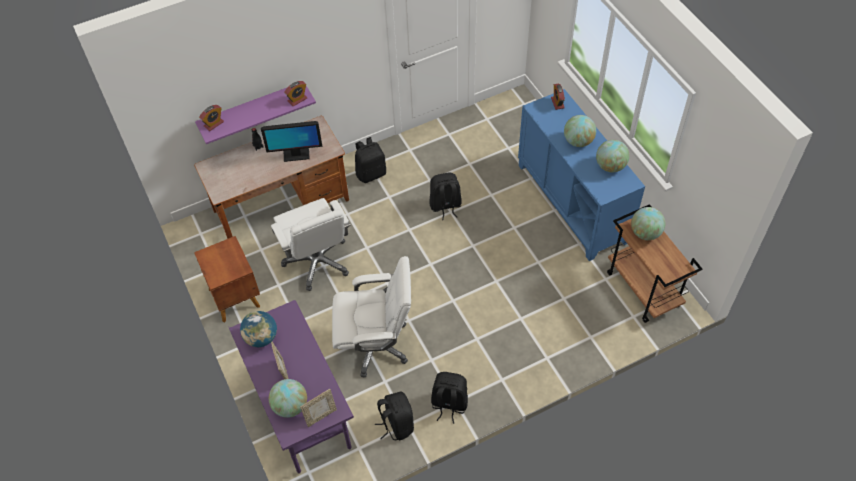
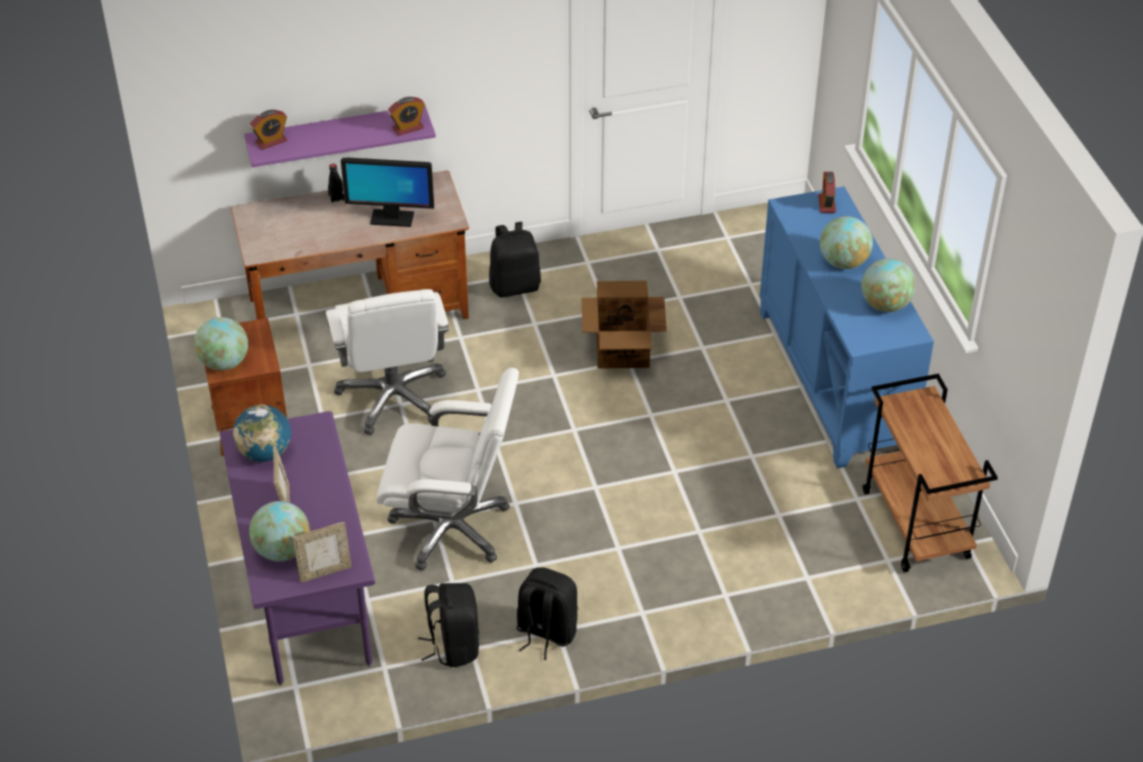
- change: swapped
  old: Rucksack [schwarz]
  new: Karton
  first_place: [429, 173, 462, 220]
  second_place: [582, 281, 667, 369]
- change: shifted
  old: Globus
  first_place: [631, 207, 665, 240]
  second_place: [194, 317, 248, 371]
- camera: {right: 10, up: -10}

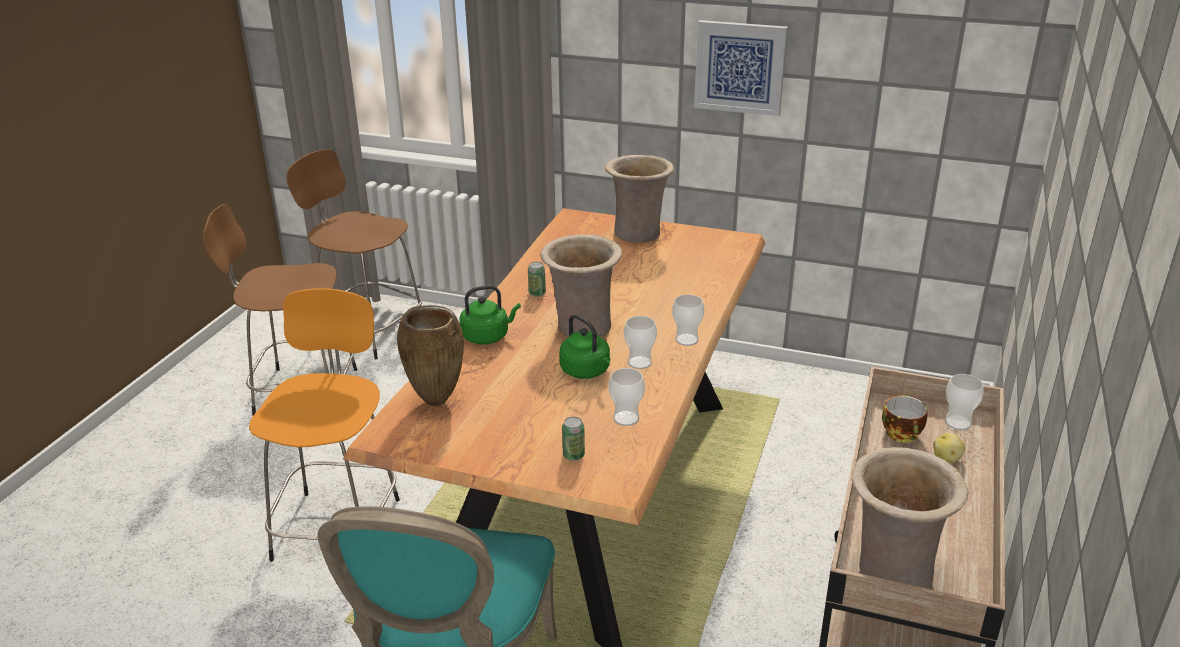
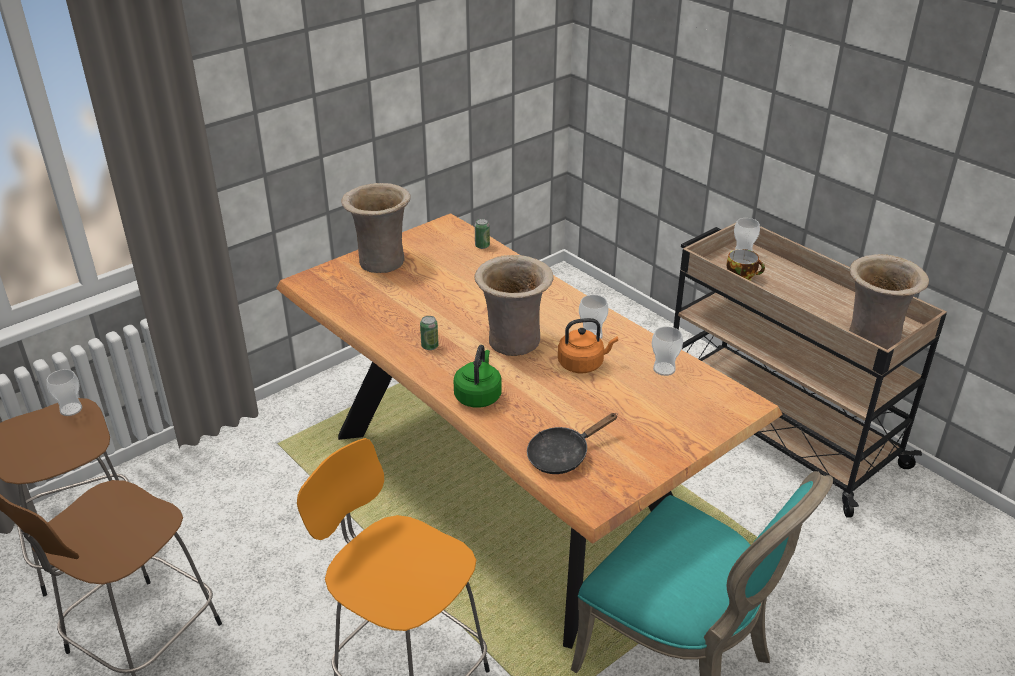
- change: gone
  old: Bild
  first_place: [694, 20, 788, 116]
- change: shifted
  old: Tasse
  first_place: [672, 294, 704, 346]
  second_place: [47, 369, 82, 416]
- change: swapped
  old: Vase [braun]
  new: Pfanne [schwarz]
  first_place: [397, 305, 464, 406]
  second_place: [527, 413, 618, 474]
- change: repainted
  old: Wasserkessel [grün]
  new: Wasserkessel [orange]
  first_place: [559, 314, 610, 379]
  second_place: [558, 318, 618, 373]
- change: shifted
  old: Dose
  first_place: [562, 417, 585, 461]
  second_place: [475, 218, 490, 249]
- change: gone
  old: Kartoffel
  first_place: [933, 433, 966, 463]
- camera: {right: -60, up: 5}

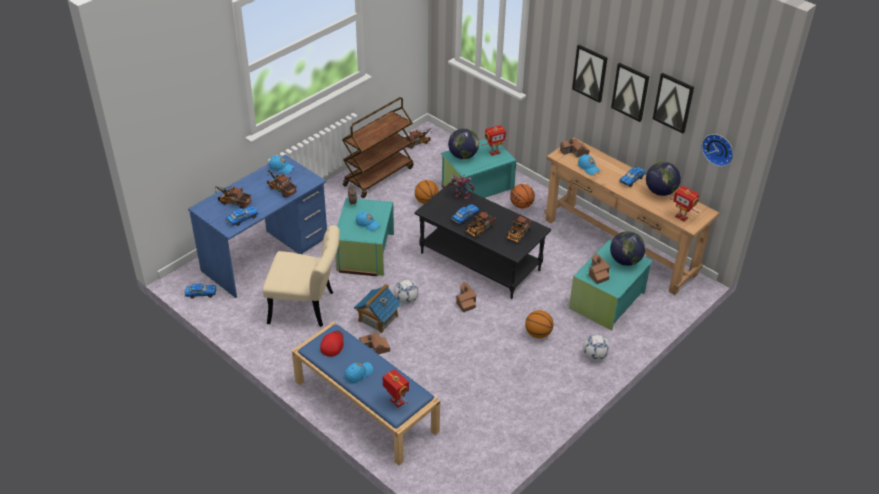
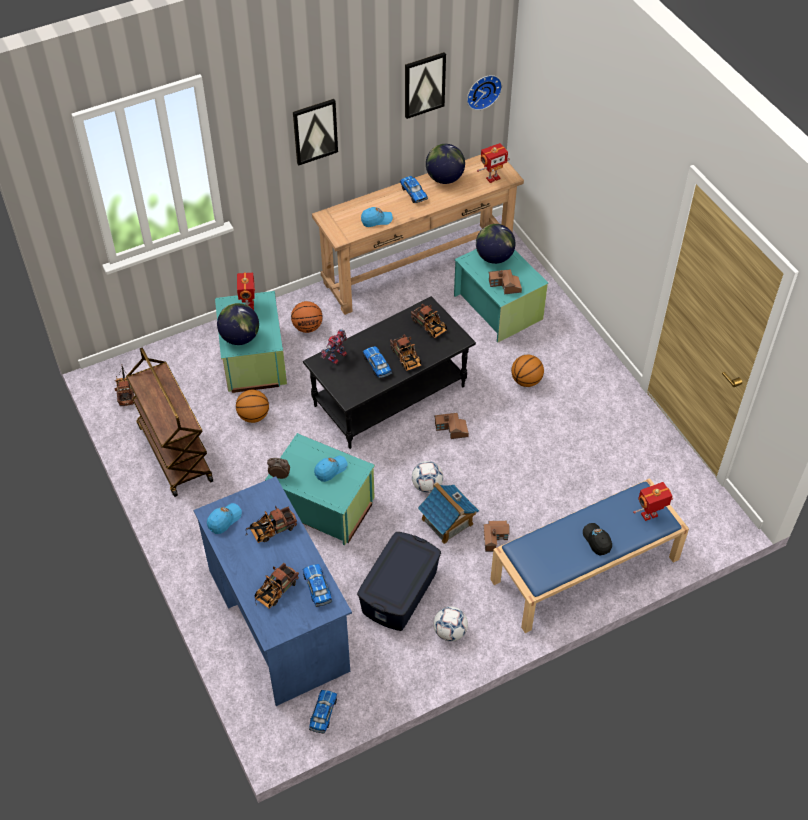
- change: gone
  old: Bild
  first_place: [611, 63, 649, 122]
- change: gone
  old: Spielzeughaus
  first_place: [560, 138, 590, 157]
- change: swapped
  old: Stuhl [beige]
  new: Aufbewahrungsbox [blau]
  first_place: [263, 225, 340, 327]
  second_place: [357, 532, 441, 631]
- change: gone
  old: Kappe [rot]
  first_place: [320, 330, 344, 357]
- change: shifted
  old: Fußball
  first_place: [583, 334, 610, 360]
  second_place: [434, 606, 468, 641]
- change: repainted
  old: Kappe [blau]
  new: Kappe [schwarz]
  first_place: [344, 362, 373, 384]
  second_place: [583, 523, 612, 556]
- camera: {right: -70, up: 10}

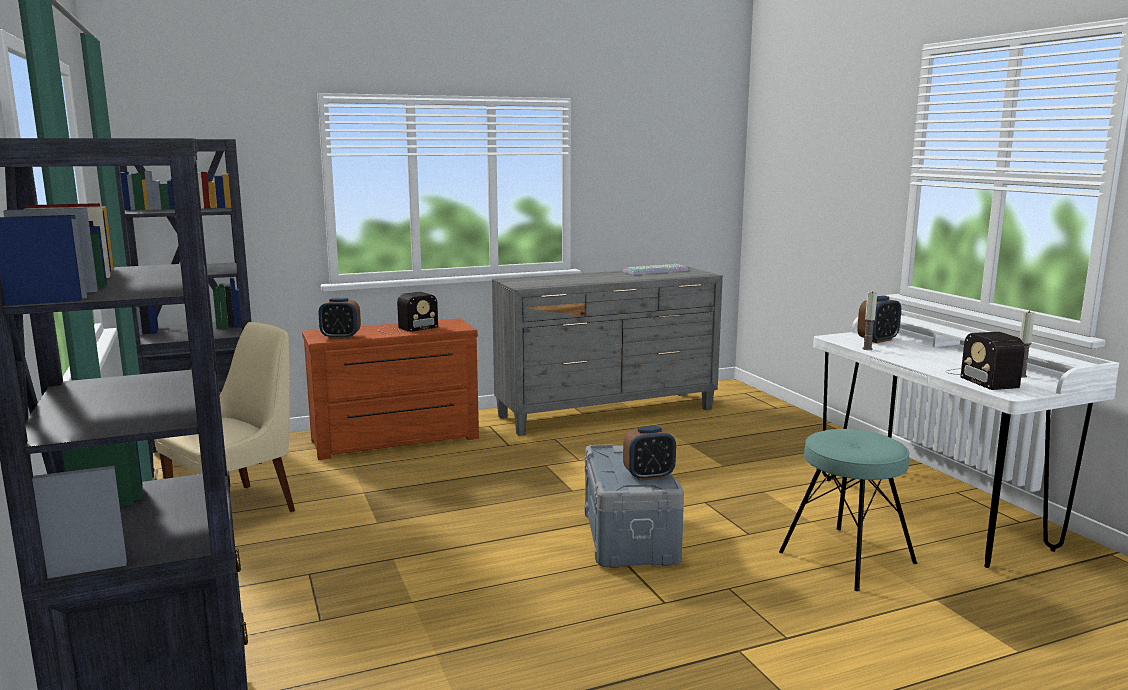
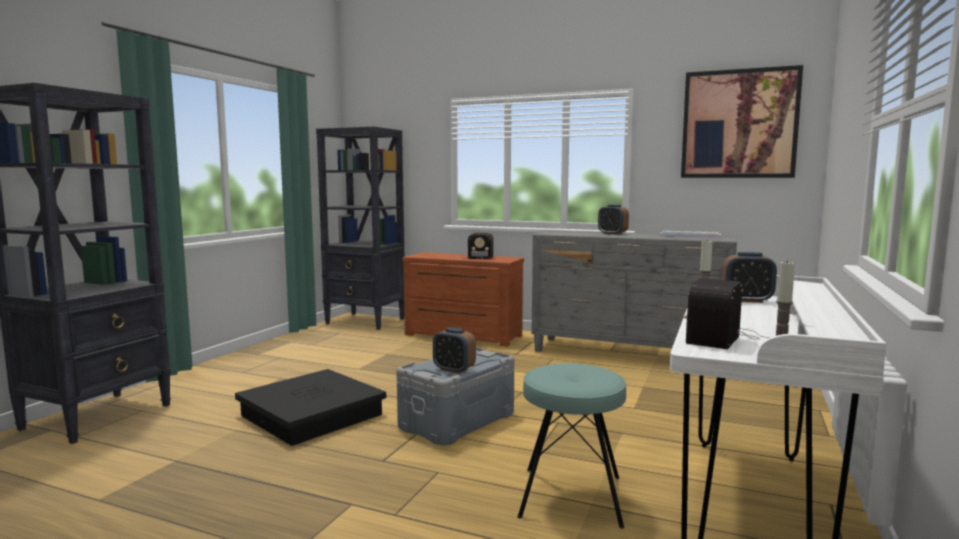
- change: shifted
  old: Wecker
  first_place: [318, 298, 361, 339]
  second_place: [598, 205, 629, 235]
- change: gone
  old: Stuhl [beige]
  first_place: [154, 322, 295, 512]
- change: new
  new: Bild
  second_place: [681, 65, 803, 178]
- change: new
  new: Aufbewahrungsbox [schwarz]
  second_place: [235, 369, 386, 446]
- camera: {right: 45, up: -5}

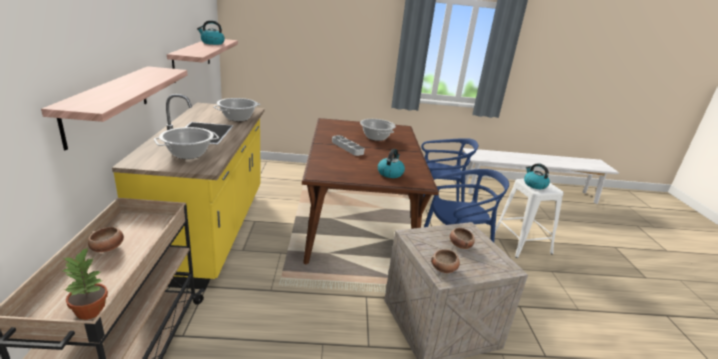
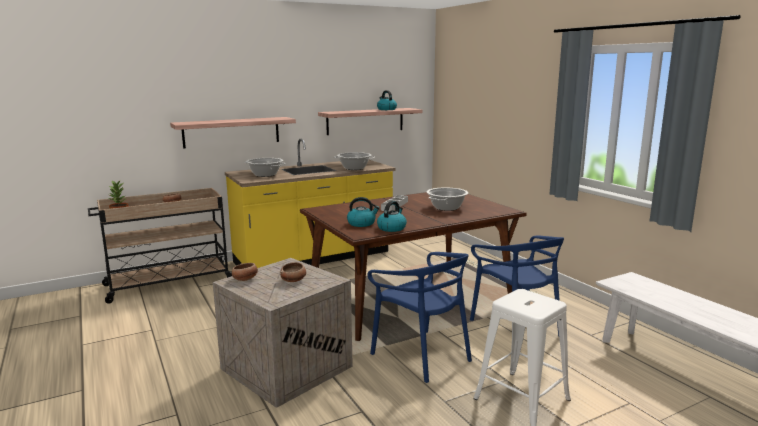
- change: shifted
  old: Wasserkessel
  first_place: [524, 163, 550, 189]
  second_place: [377, 201, 407, 232]
- camera: {right: 65, up: -10}

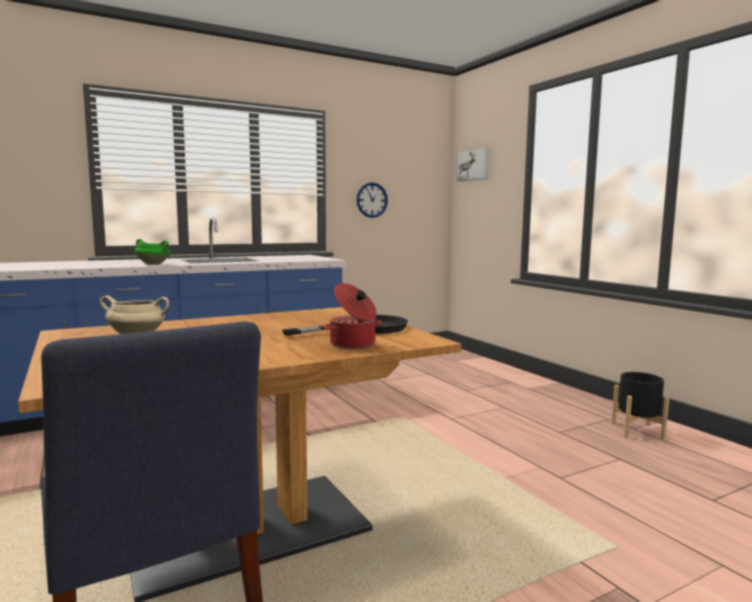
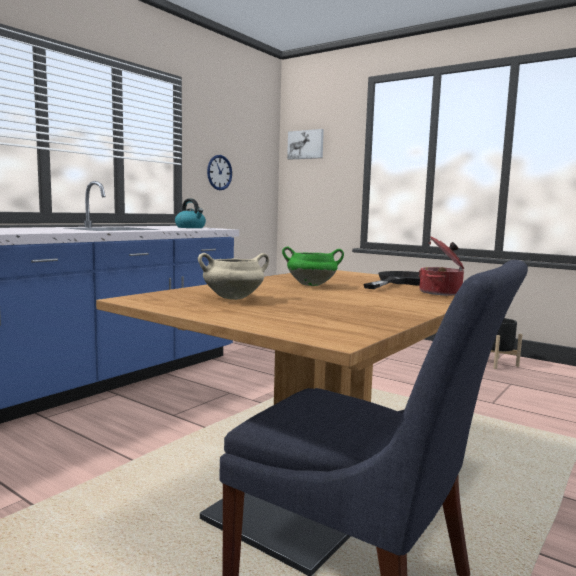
- change: shifted
  old: Kochtopf [grün]
  first_place: [135, 239, 171, 265]
  second_place: [282, 246, 344, 286]
- change: new
  new: Wasserkessel
  second_place: [175, 198, 206, 228]
- camera: {right: -25, up: 0}

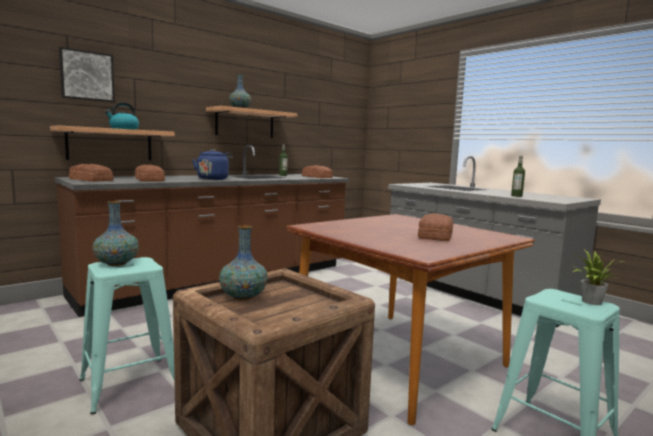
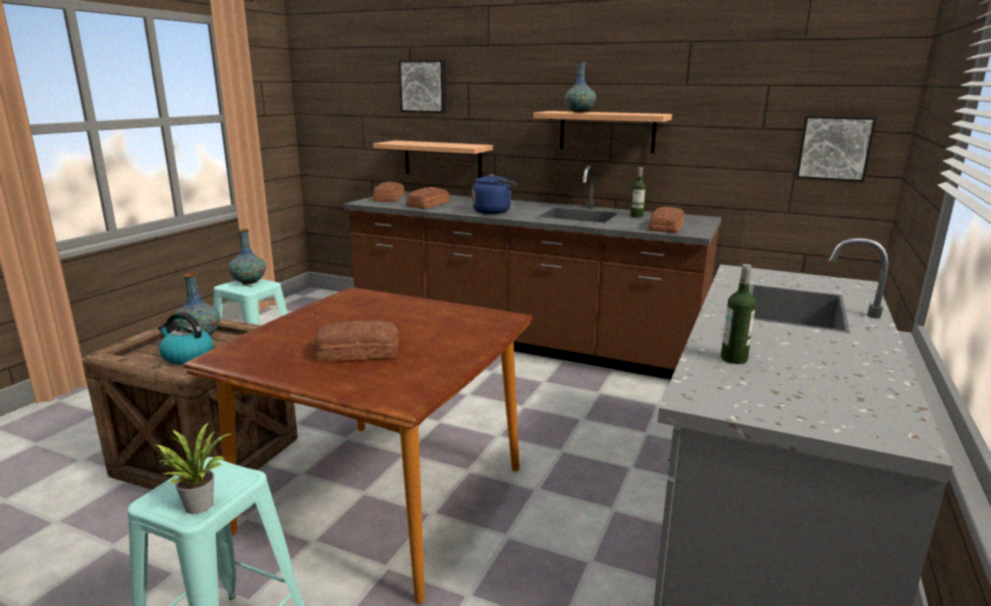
- change: shifted
  old: Wasserkessel
  first_place: [105, 102, 139, 130]
  second_place: [158, 312, 213, 364]
- change: new
  new: Bild
  second_place: [796, 115, 877, 182]
- camera: {right: 65, up: 10}

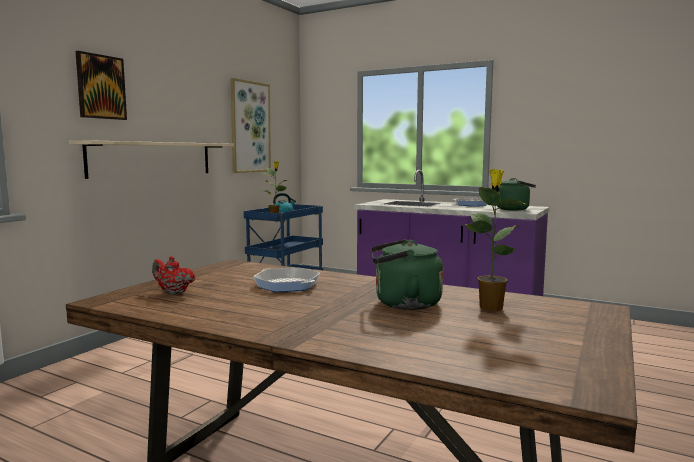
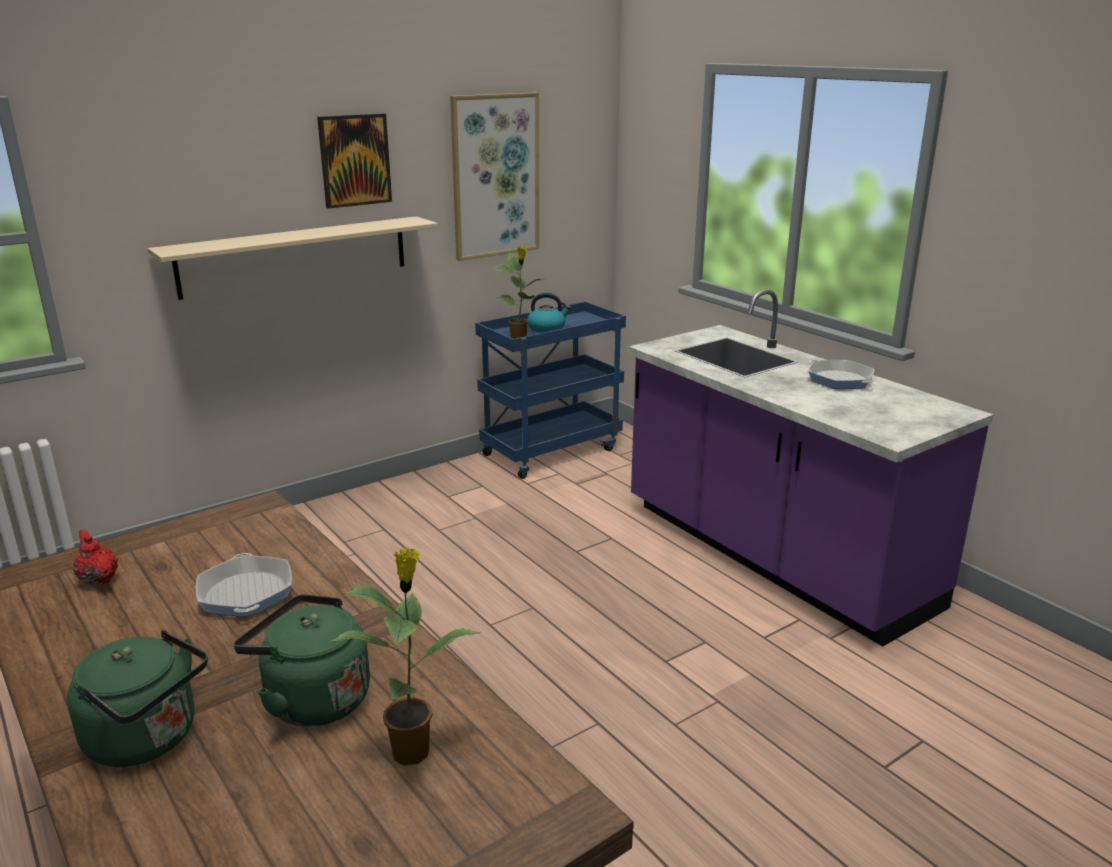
- change: shifted
  old: Bild
  first_place: [76, 51, 127, 120]
  second_place: [317, 113, 392, 209]
- change: shifted
  old: Wasserkessel [grün]
  first_place: [497, 178, 536, 211]
  second_place: [67, 630, 208, 767]
- camera: {right: 25, up: 15}

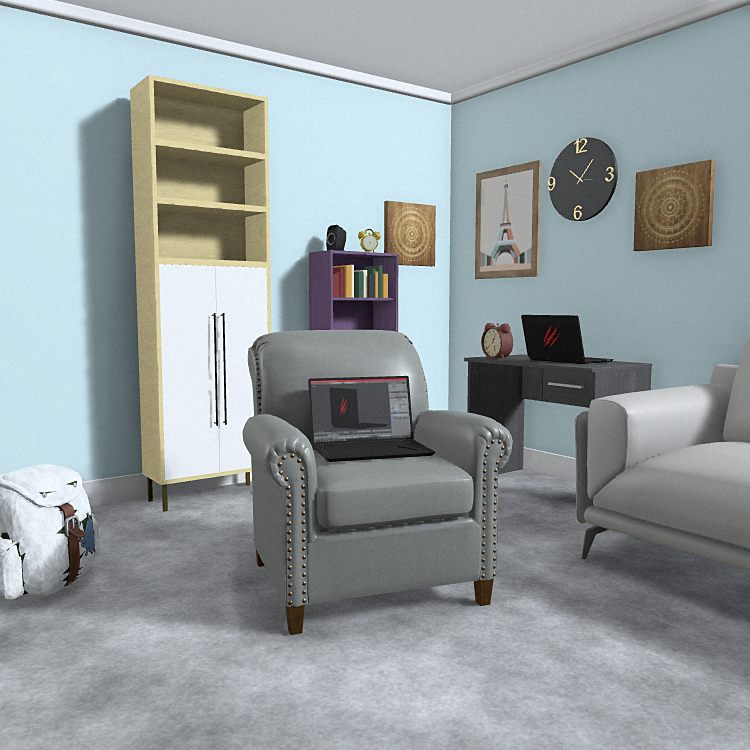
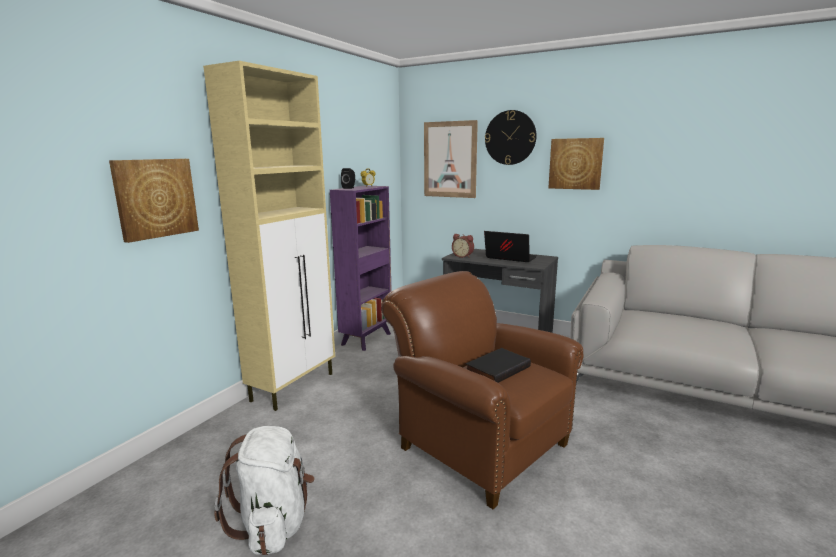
- change: shifted
  old: Bild
  first_place: [384, 201, 436, 266]
  second_place: [109, 159, 199, 243]
- change: repainted
  old: Sessel [grau]
  new: Sessel [braun]
  first_place: [243, 330, 513, 635]
  second_place: [381, 271, 584, 509]
- change: swapped
  old: Laptop
  new: Buch [schwarz]
  first_place: [308, 376, 435, 462]
  second_place: [466, 348, 531, 383]
- camera: {right: -25, up: 10}

